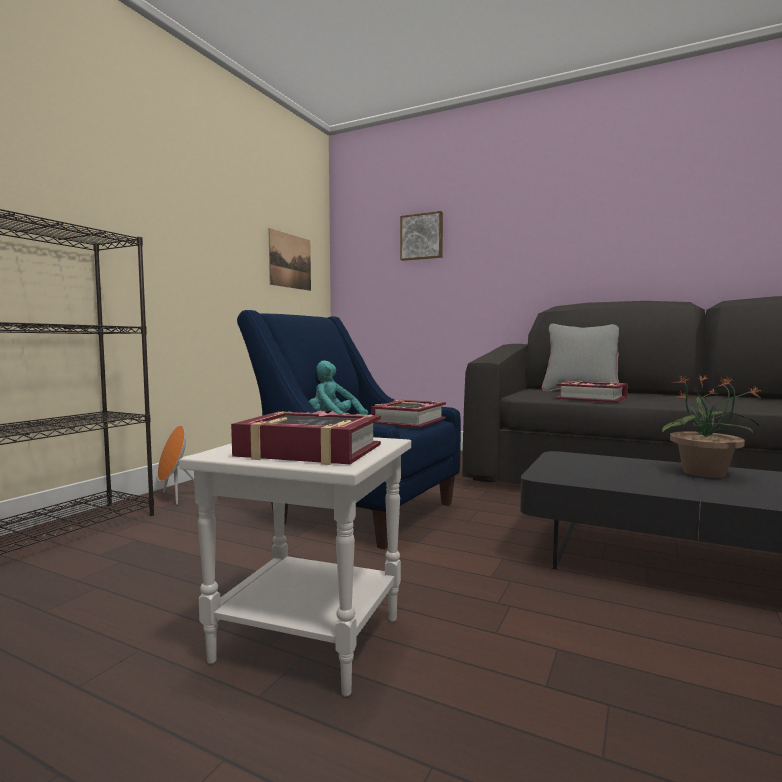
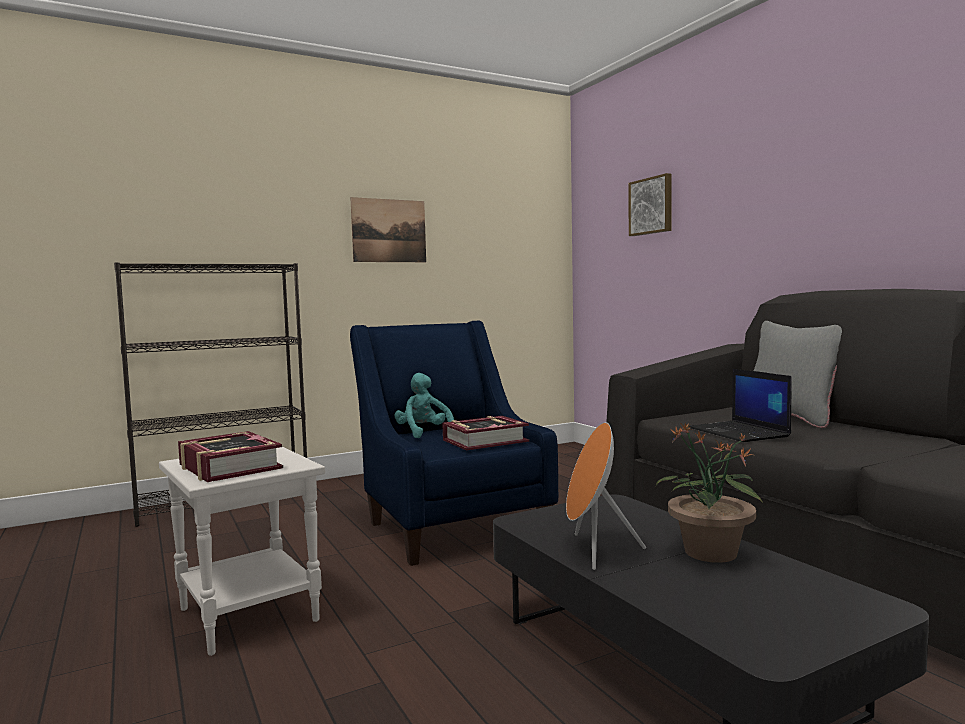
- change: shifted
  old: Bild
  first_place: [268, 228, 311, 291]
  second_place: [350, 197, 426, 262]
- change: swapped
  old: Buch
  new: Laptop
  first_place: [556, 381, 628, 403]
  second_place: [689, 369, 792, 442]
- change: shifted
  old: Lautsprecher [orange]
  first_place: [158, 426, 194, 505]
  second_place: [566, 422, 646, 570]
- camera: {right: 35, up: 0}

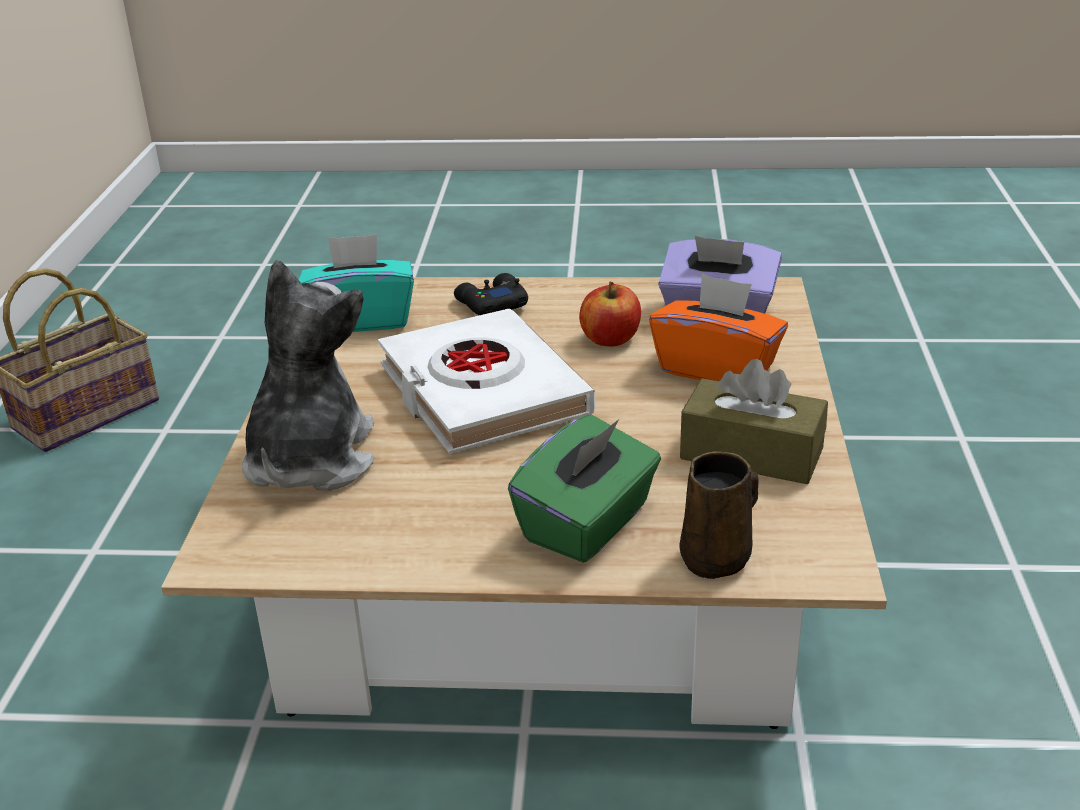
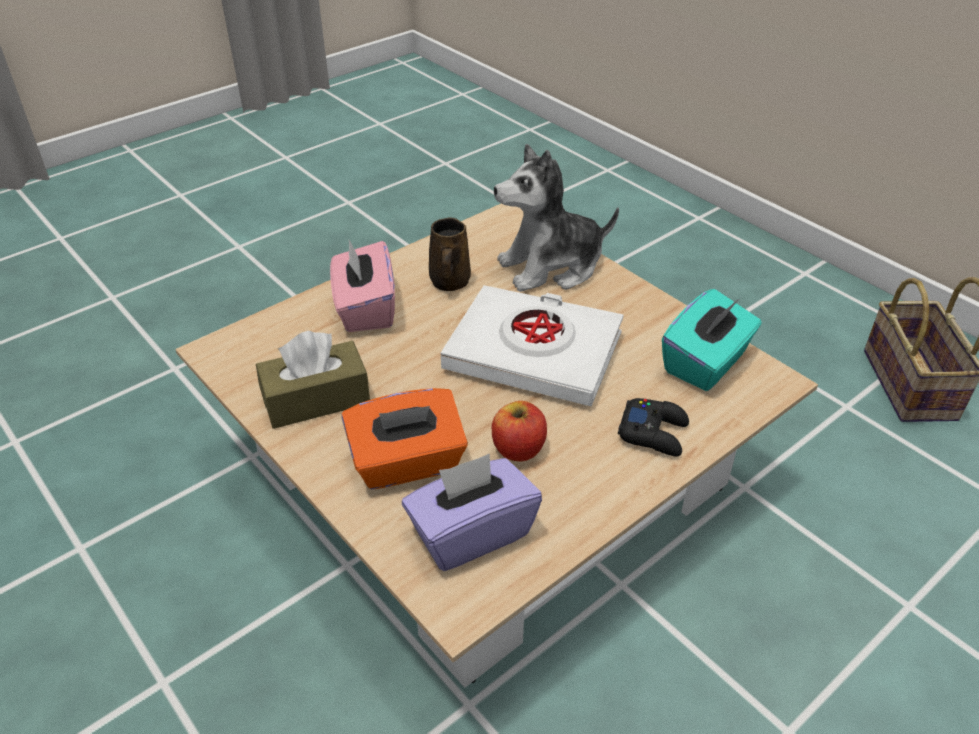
- change: rotated
  old: Plüschtier
  first_place: [242, 260, 374, 491]
  second_place: [494, 144, 619, 292]
  degrees: 105
- change: repainted
  old: Taschentuchbox [grün]
  new: Taschentuchbox [rosa]
  first_place: [508, 415, 661, 563]
  second_place: [330, 240, 395, 332]
- change: shifted
  old: Henkelbecher [braun]
  first_place: [679, 451, 759, 579]
  second_place: [429, 217, 471, 291]
- camera: {right: 135, up: 10}

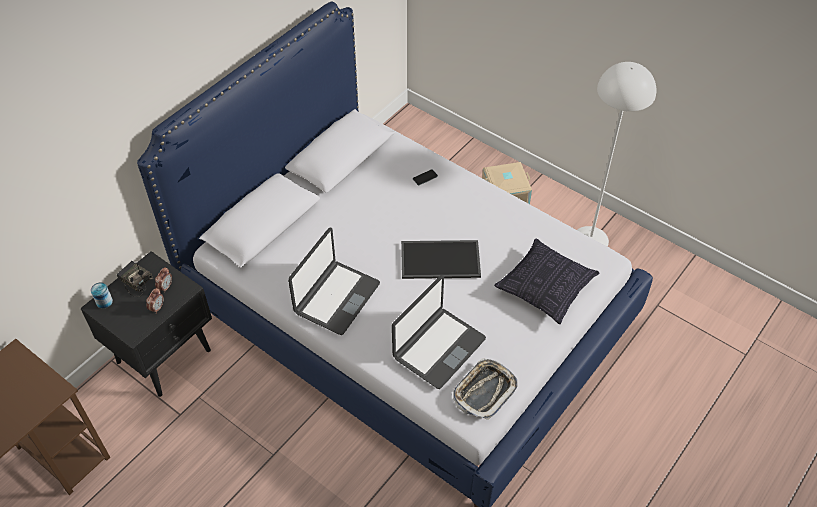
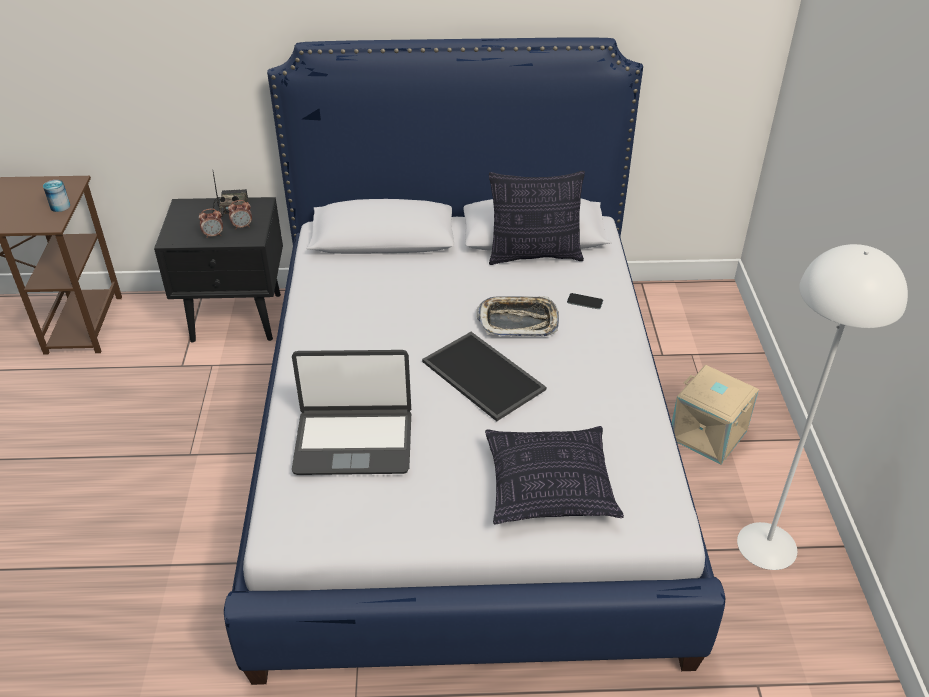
- change: gone
  old: Laptop
  first_place: [288, 228, 380, 335]
- change: shifted
  old: Dose
  first_place: [90, 282, 113, 308]
  second_place: [43, 180, 70, 212]
- change: shifted
  old: Tablett
  first_place: [453, 358, 518, 420]
  second_place: [477, 296, 559, 336]
- change: new
  new: Kissen
  second_place: [489, 171, 585, 265]
- camera: {right: 50, up: -10}

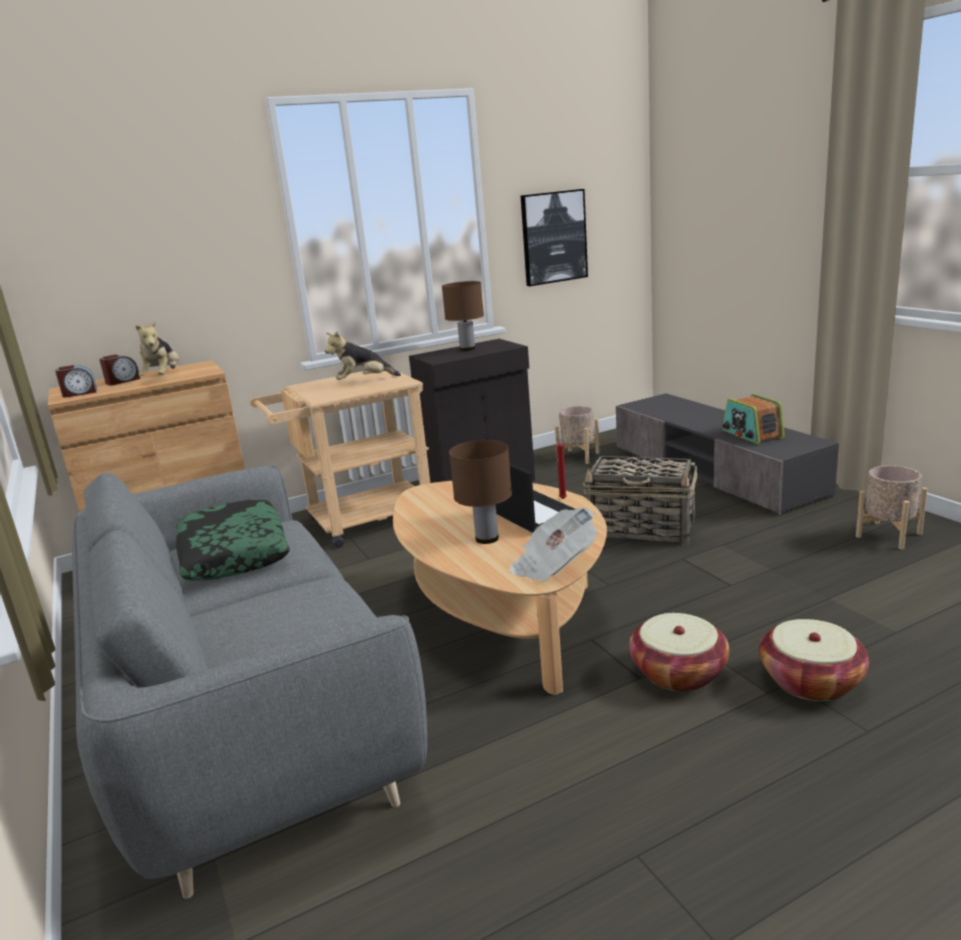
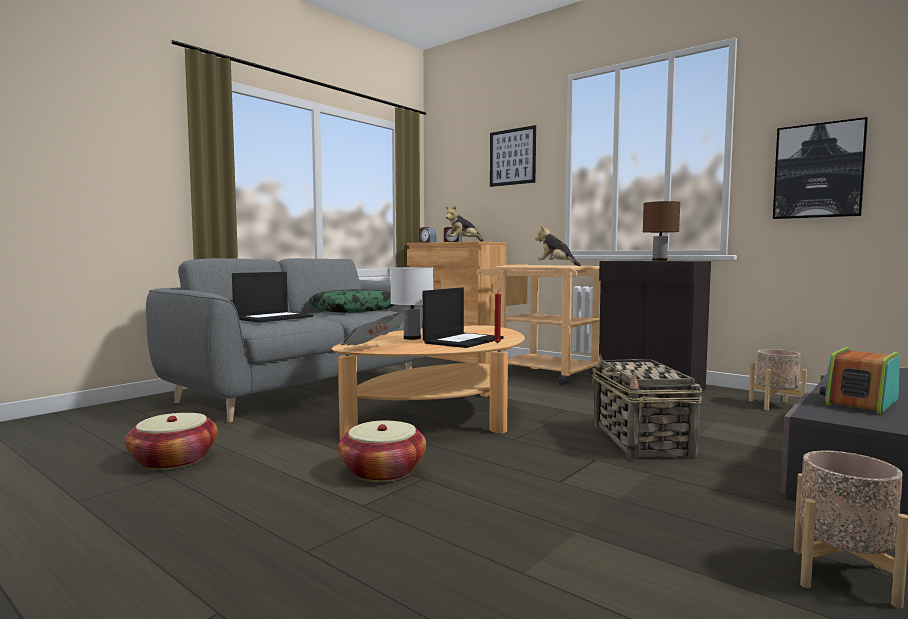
- change: repainted
  old: Tischlampe [braun]
  new: Tischlampe [weiß]
  first_place: [449, 440, 512, 544]
  second_place: [390, 267, 433, 340]
- change: shifted
  old: Korb
  first_place: [759, 619, 869, 701]
  second_place: [125, 413, 218, 470]
- change: new
  new: Bild
  second_place: [490, 125, 536, 187]
- change: new
  new: Laptop
  second_place: [232, 272, 313, 322]
- camera: {right: 65, up: -15}

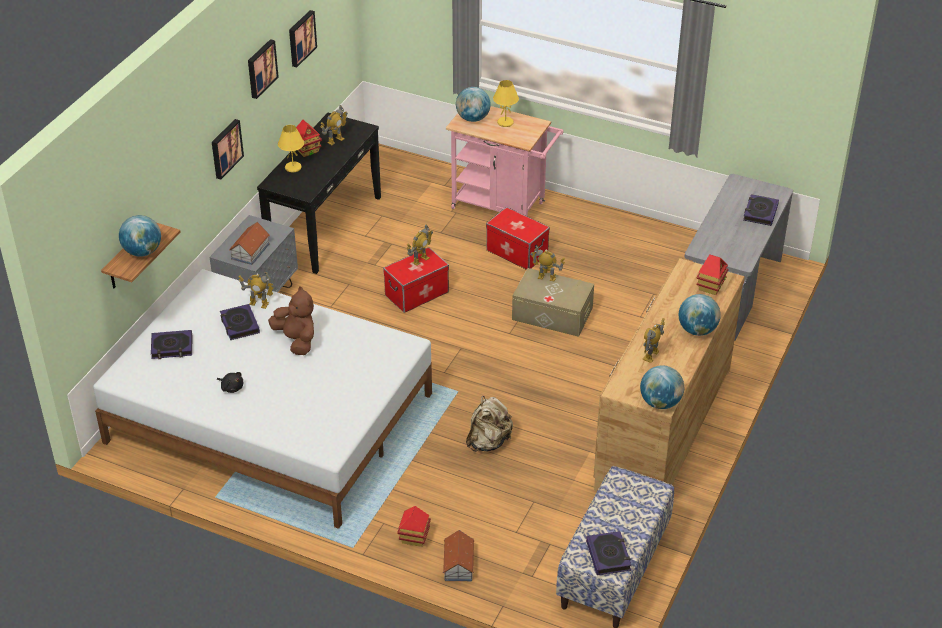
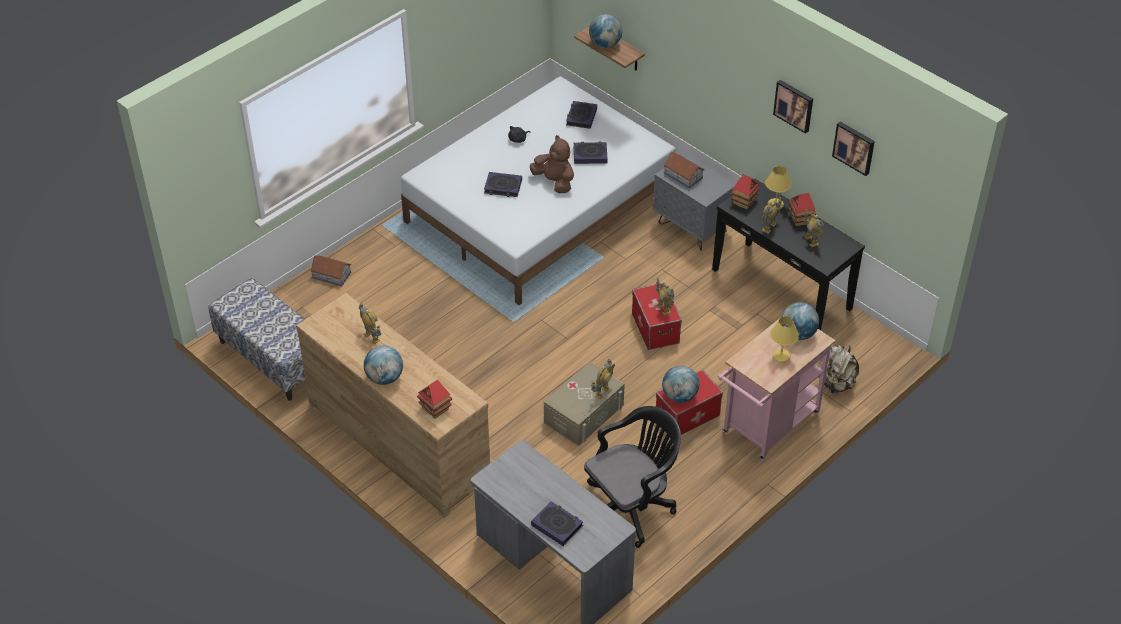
- change: gone
  old: Bild
  first_place: [212, 119, 244, 179]
- change: shifted
  old: Spielzeugroboter
  first_place: [238, 273, 275, 309]
  second_place: [761, 197, 782, 234]
- change: rotated
  old: Plüschtier [braun]
  first_place: [268, 286, 314, 355]
  second_place: [530, 135, 574, 193]
  degrees: -120
- change: shifted
  old: Globus
  first_place: [640, 365, 684, 409]
  second_place: [662, 366, 699, 403]
- change: shifted
  old: Rucksack [beige]
  first_place: [466, 396, 513, 452]
  second_place: [819, 345, 859, 394]
- change: shifted
  old: Spielzeughaus
  first_place: [397, 506, 431, 547]
  second_place: [731, 175, 760, 209]
- change: shifted
  old: Buch
  first_place: [586, 531, 632, 575]
  second_place: [484, 172, 522, 197]
- change: new
  new: Bürostuhl [schwarz]
  second_place: [584, 406, 681, 548]
- camera: {right: 110, up: 5}

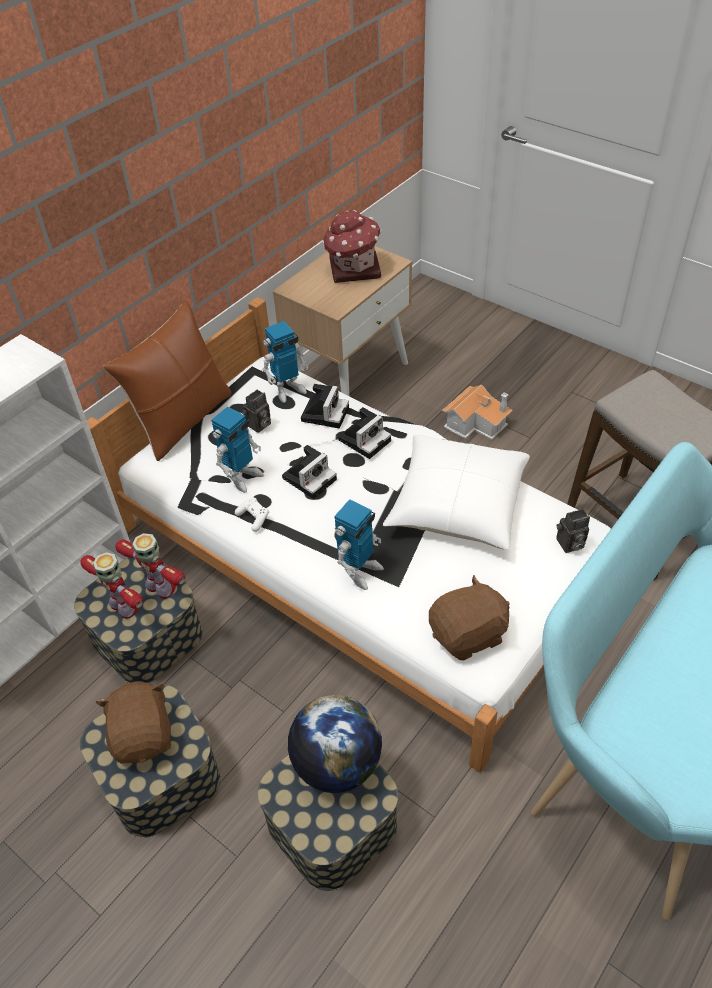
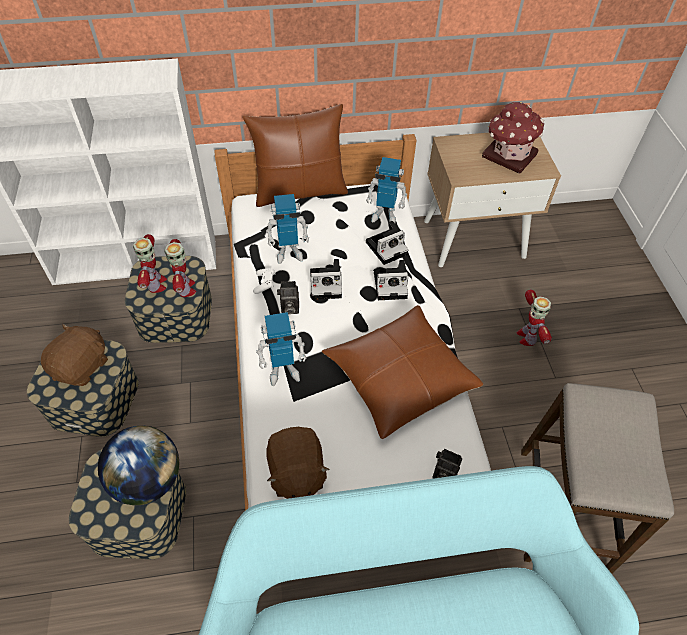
- change: swapped
  old: Spielzeughaus
  new: Spielzeugroboter
  first_place: [442, 385, 512, 440]
  second_place: [517, 290, 552, 346]
- change: shifted
  old: Kamera
  first_place: [242, 390, 271, 433]
  second_place: [277, 281, 299, 314]
- change: repainted
  old: Kissen [weiß]
  new: Kissen [braun]
  first_place: [383, 434, 530, 550]
  second_place: [322, 305, 483, 439]
- change: rotated
  old: Plüschtier [braun]
  first_place: [429, 575, 510, 660]
  second_place: [266, 427, 330, 499]
  degrees: 60
- camera: {right: 40, up: 5}

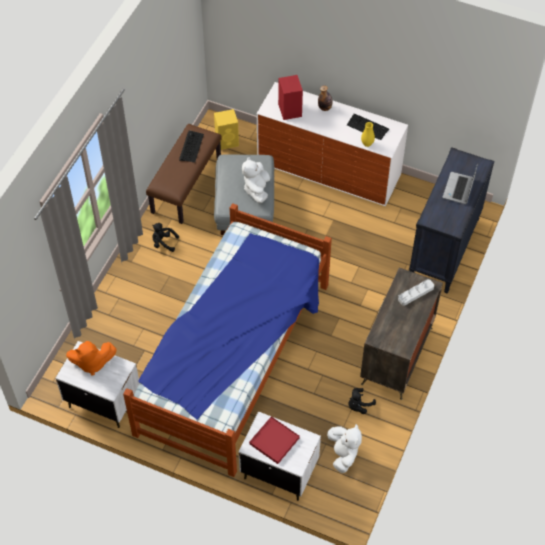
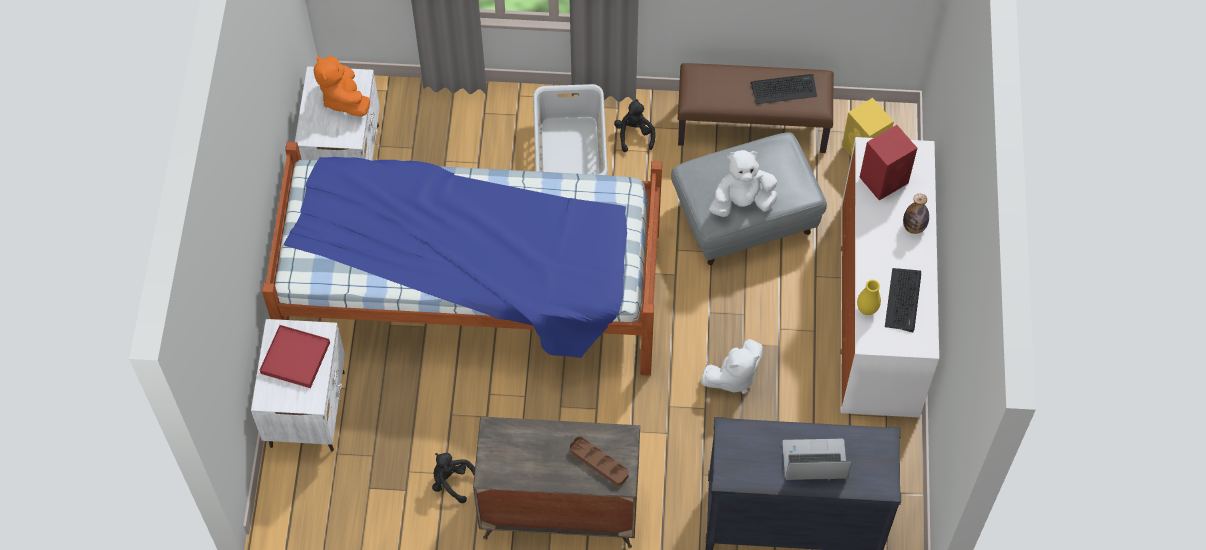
- change: repainted
  old: Tablett [grau]
  new: Tablett [braun]
  first_place: [398, 279, 434, 306]
  second_place: [570, 436, 629, 486]
- change: shifted
  old: Plüschtier [weiß]
  first_place: [327, 424, 362, 473]
  second_place: [701, 339, 763, 394]
- change: new
  new: Wäschekorb [grau]
  second_place: [533, 84, 608, 175]
- camera: {right: 70, up: 5}

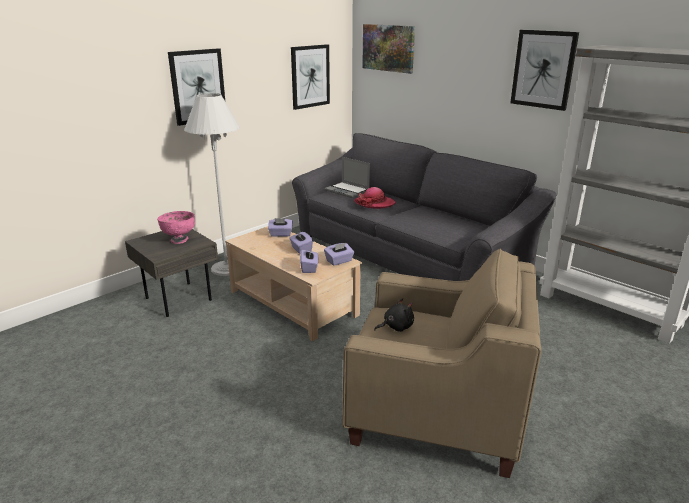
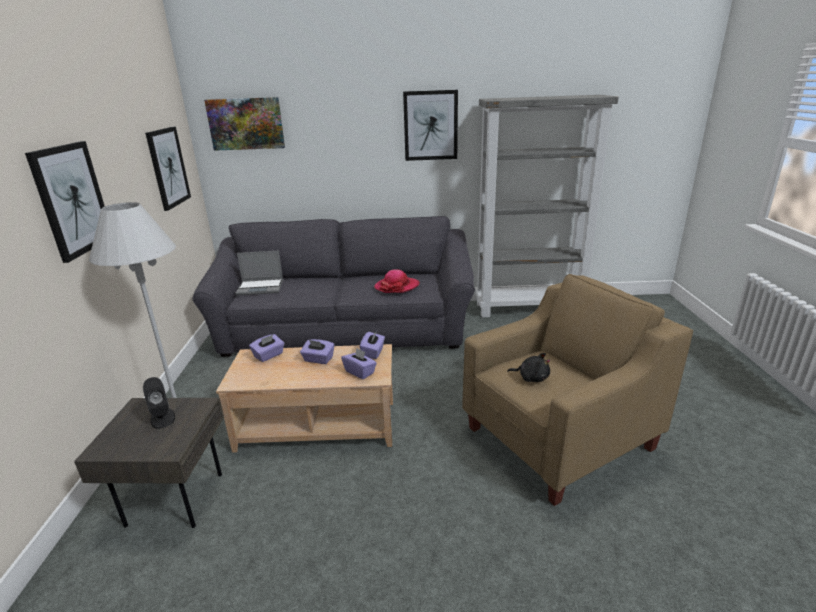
- change: shifted
  old: Hut
  first_place: [354, 187, 396, 209]
  second_place: [374, 269, 420, 293]
- change: swapped
  old: Schüssel [rosa]
  new: Lautsprecher [schwarz]
  first_place: [157, 211, 195, 244]
  second_place: [143, 377, 175, 429]
- change: rotated
  old: Plüschtier [schwarz]
  first_place: [374, 298, 414, 332]
  second_place: [507, 353, 550, 382]
  degrees: 90
- camera: {right: -45, up: 0}

